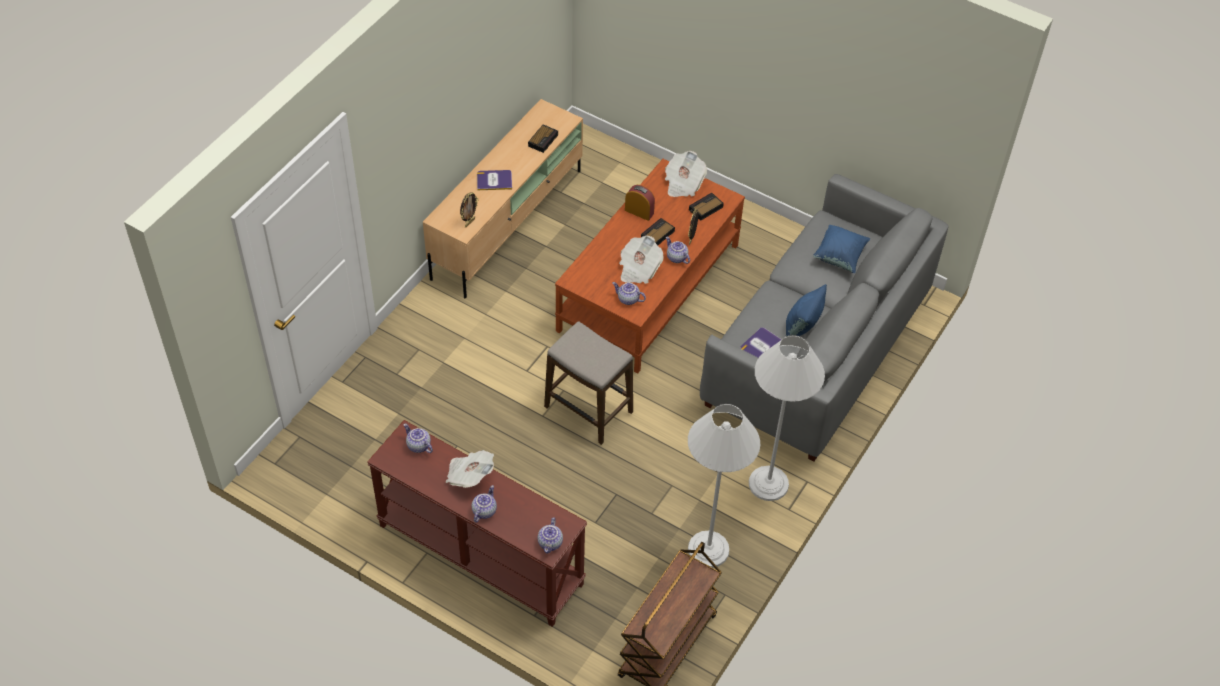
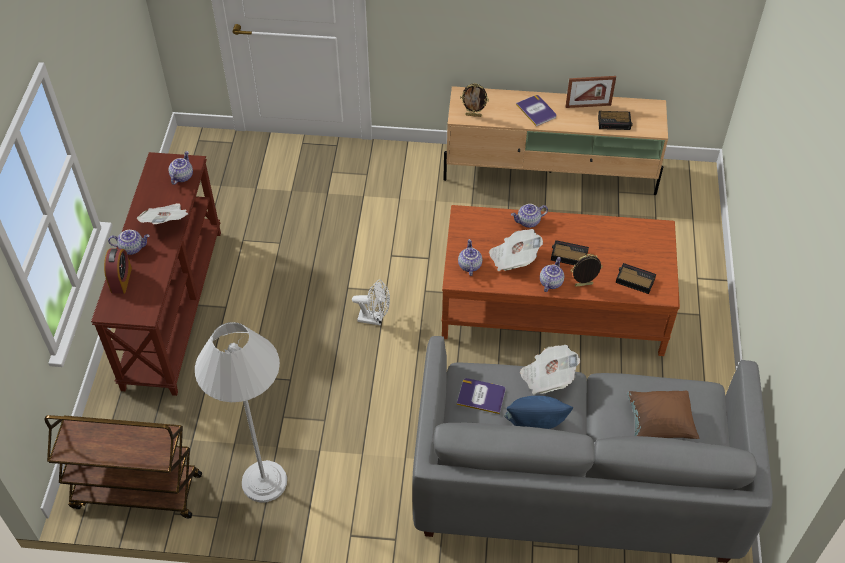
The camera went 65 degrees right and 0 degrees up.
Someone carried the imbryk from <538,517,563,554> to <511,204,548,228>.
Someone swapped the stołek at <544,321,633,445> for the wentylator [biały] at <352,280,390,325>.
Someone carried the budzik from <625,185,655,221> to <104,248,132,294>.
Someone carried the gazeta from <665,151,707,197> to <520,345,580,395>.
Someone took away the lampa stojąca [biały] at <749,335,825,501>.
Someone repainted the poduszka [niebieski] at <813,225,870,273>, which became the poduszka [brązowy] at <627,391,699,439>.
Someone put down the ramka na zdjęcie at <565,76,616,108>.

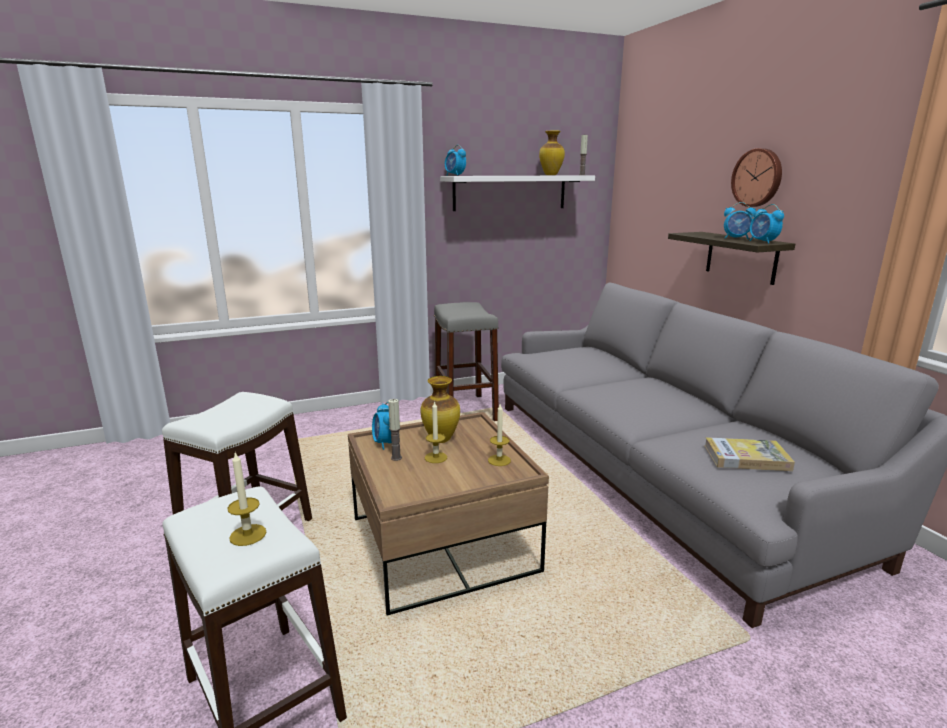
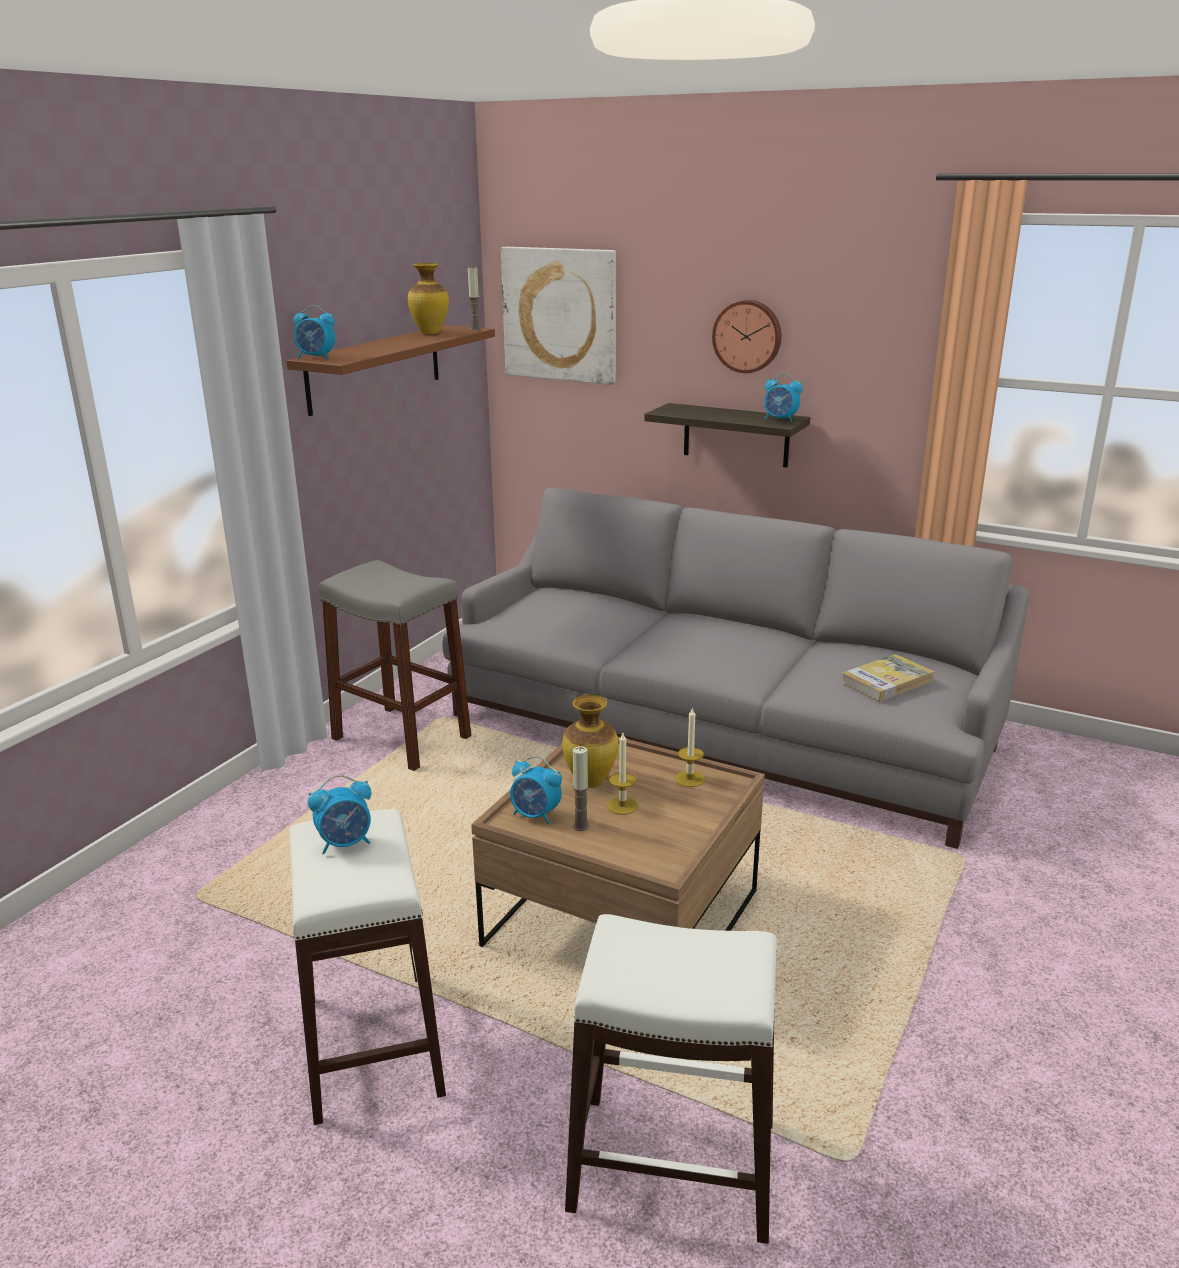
The camera went 40 degrees left and 5 degrees up.
Someone took away the świeca at <227,452,266,546>.
Someone repainted the półka [biały] at <440,175,595,211>, which became the półka [brązowy] at <286,325,495,416>.
Someone carried the budzik from <724,202,756,239> to <308,775,371,854>.
Someone put up the obraz at <501,247,616,385>.

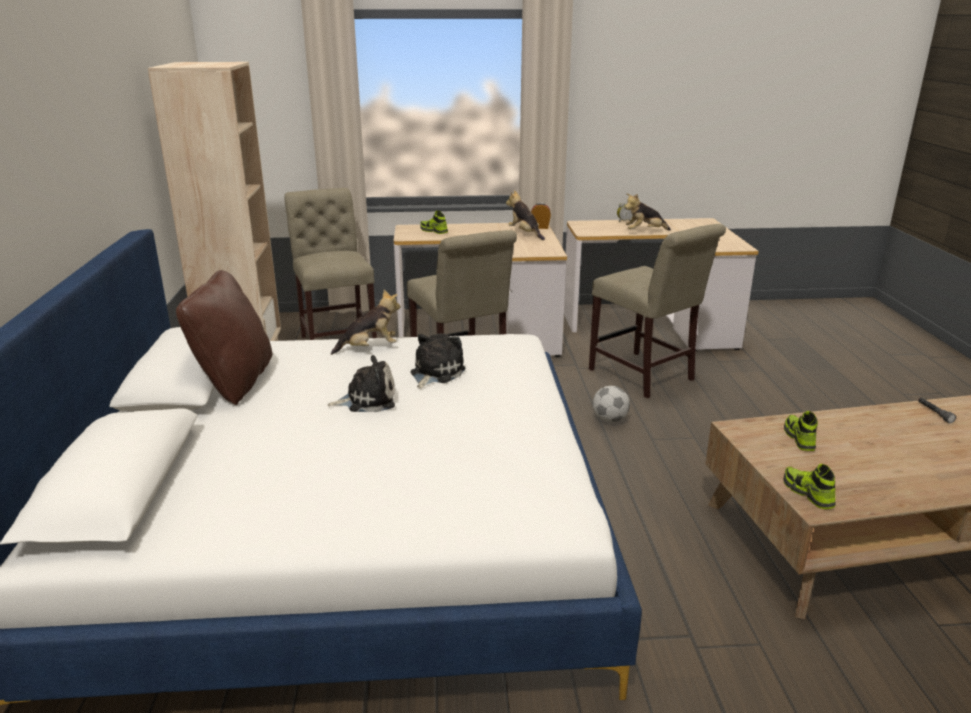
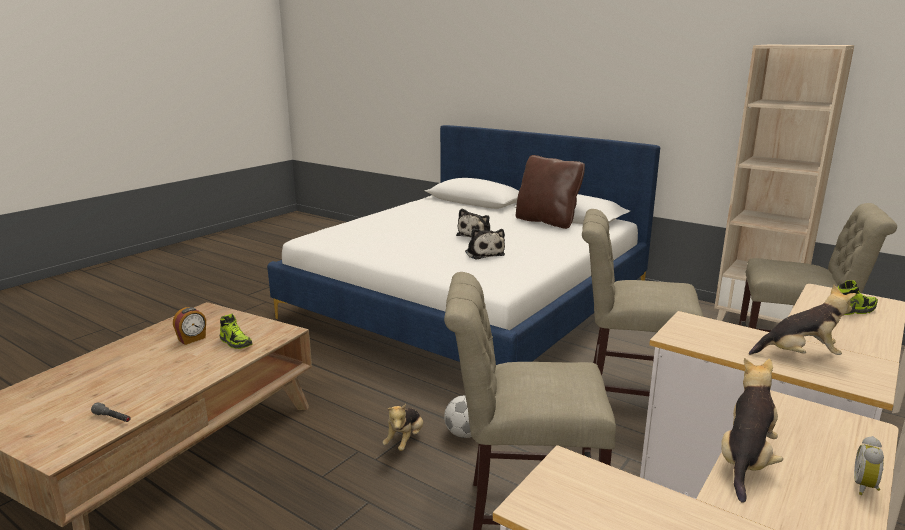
The camera went 130 degrees right and 5 degrees down.
Someone carried the pluszak from <331,290,400,355> to <383,404,423,451>.
Someone carried the budzik from <531,202,551,229> to <173,307,206,345>.
Someone took away the but at <783,464,836,509>.

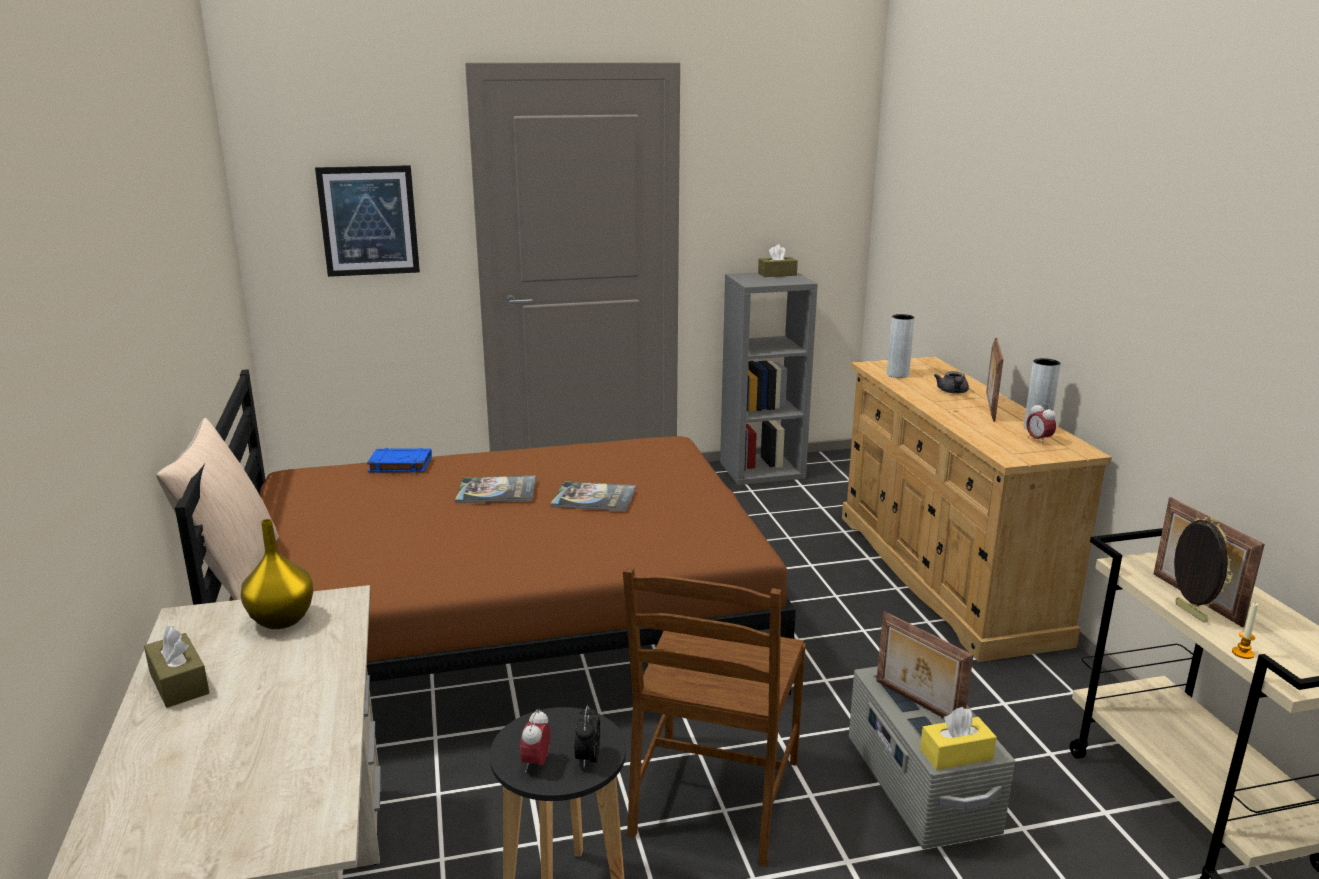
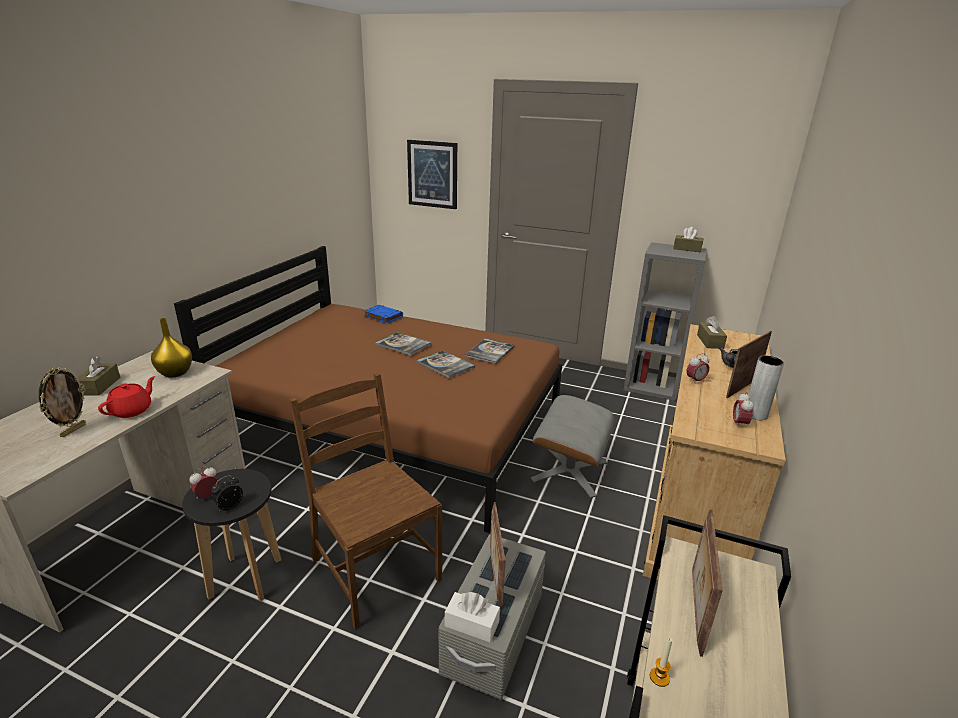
The camera went 35 degrees right and 5 degrees up.
Someone took away the poduszka [beżowy] at <156,418,279,600>.
Someone rotated the krzesło [brązowy] at <623,567,806,867> by 90 degrees clockwise.
Someone swapped the wazon [szary] at <887,314,915,378> for the pudełko chusteczek [brązowy] at <697,316,727,349>.
Someone repainted the pudełko chusteczek [żółty] at <920,707,997,770>, which became the pudełko chusteczek [biały] at <445,592,500,642>.
Someone carried the ramka na zdjęcie from <1174,516,1233,623> to <39,367,86,437>.
Someone put down the imbryk [czerwony] at <98,376,155,418>.
Someone put down the książka at <465,338,515,364>.
Someone put down the pufa [szary] at <531,395,614,498>.
Someone put down the budzik at <686,353,709,384>.

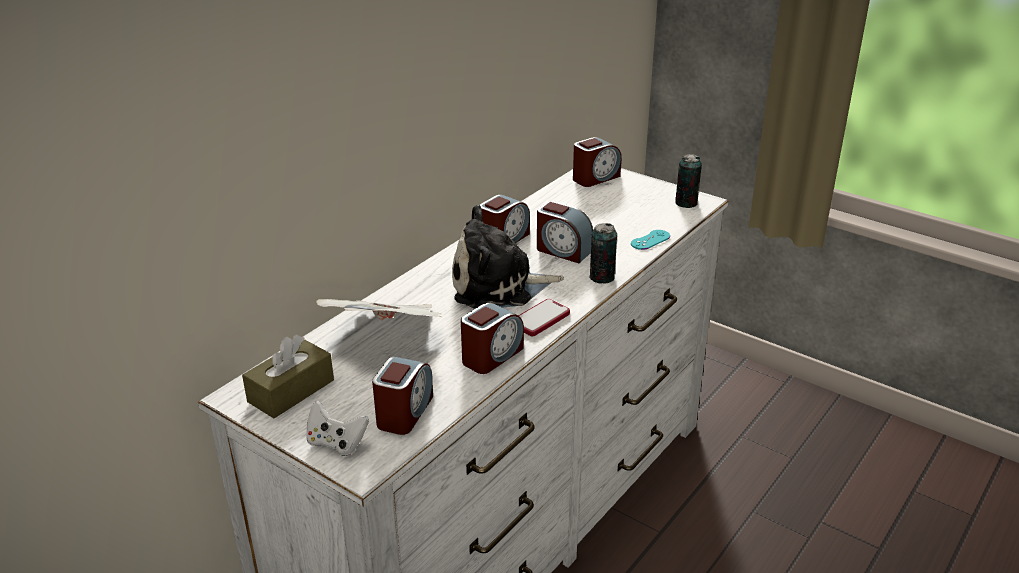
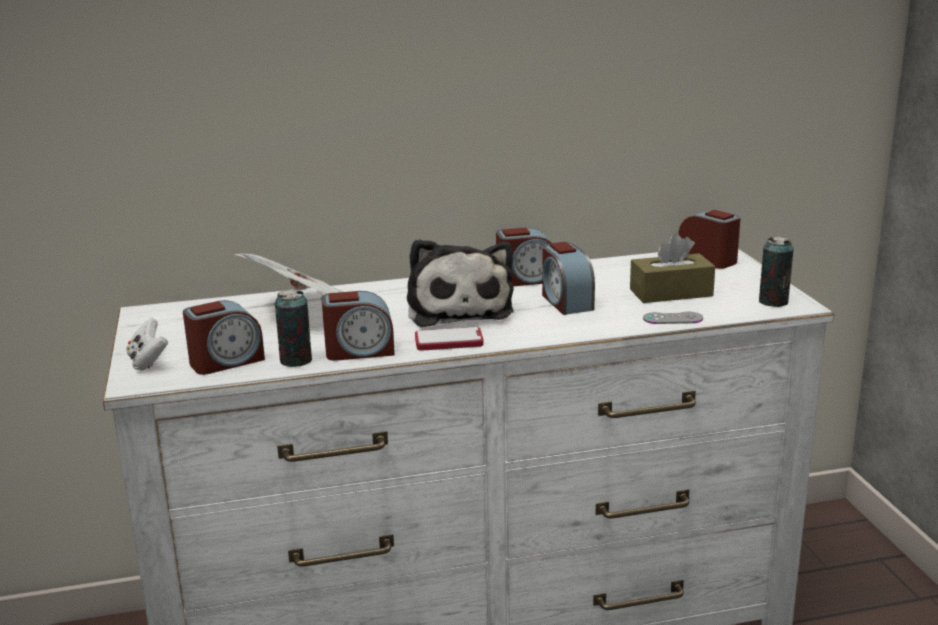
The camera went 40 degrees right and 10 degrees down.
Someone carried the pudełko chusteczek [brązowy] from <242,335,334,418> to <630,233,715,303>.
Someone rotated the pluszak at <452,205,564,309> by 135 degrees counterclockwise.
Someone rotated the budzik at <573,137,621,187> by 135 degrees counterclockwise.
Someone carried the puszka from <590,223,617,284> to <274,289,312,367>.
Someone repainted the pad do gier [turkusowy] at <631,230,670,250>, which became the pad do gier [szary] at <643,312,703,324>.

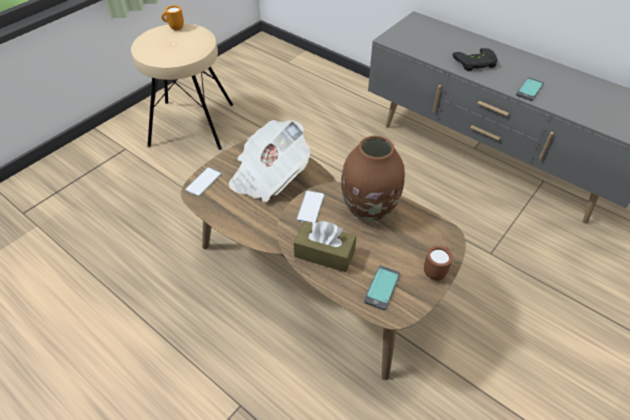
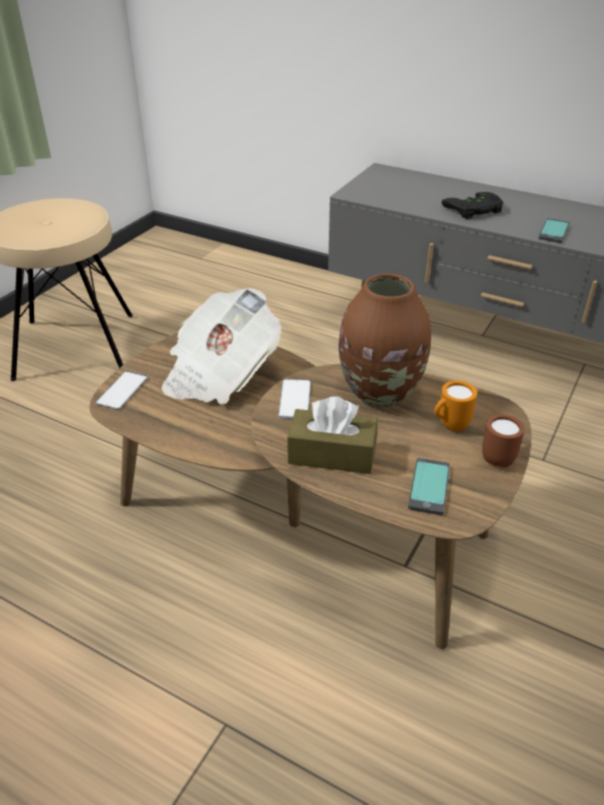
The camera went 10 degrees left and 10 degrees down.
Someone carried the kubek [pomarańczowy] from <161,5,184,31> to <434,381,477,432>.

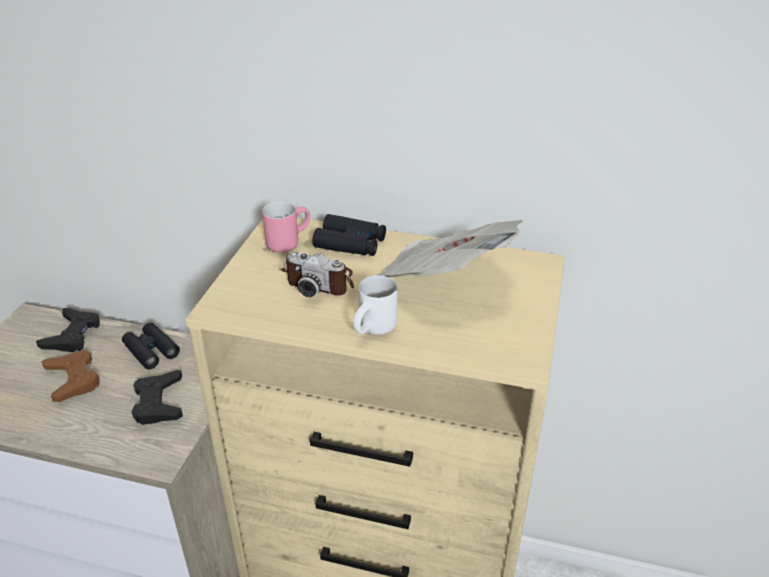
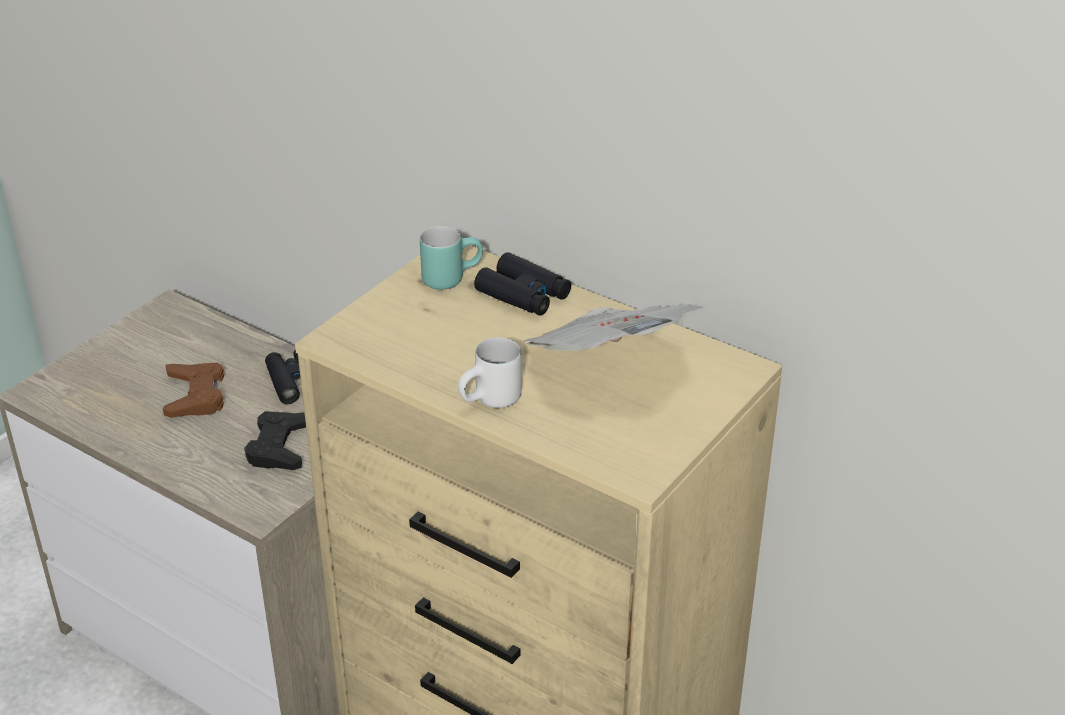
The camera went 20 degrees right and 0 degrees up.
Someone took away the pad do gier [czarny] at <36,308,100,352>.
Someone repainted the kubek [różowy] at <262,202,310,253>, which became the kubek [turkusowy] at <420,226,483,290>.
Someone took away the aparat fotograficzny at <281,251,354,297>.

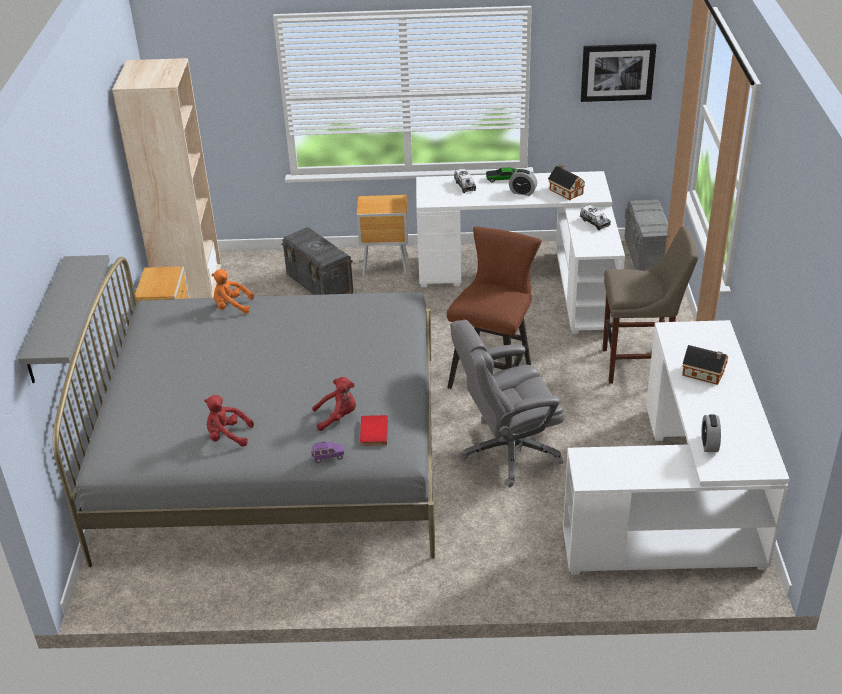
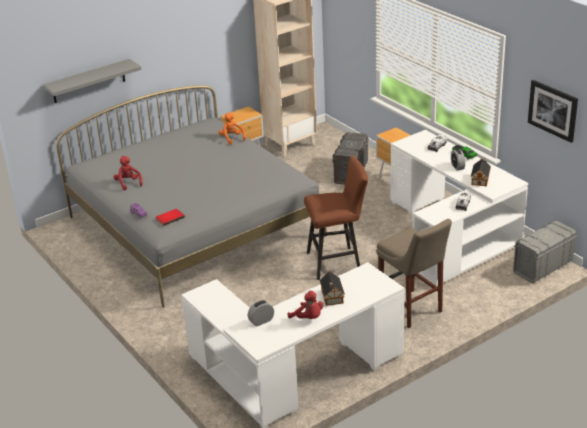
The camera went 55 degrees right and 5 degrees down.
Someone carried the pluszak [czerwony] from <312,377,356,431> to <287,290,323,319>.
Someone took away the krzesło biurowe [szary] at <450,319,565,487>.

